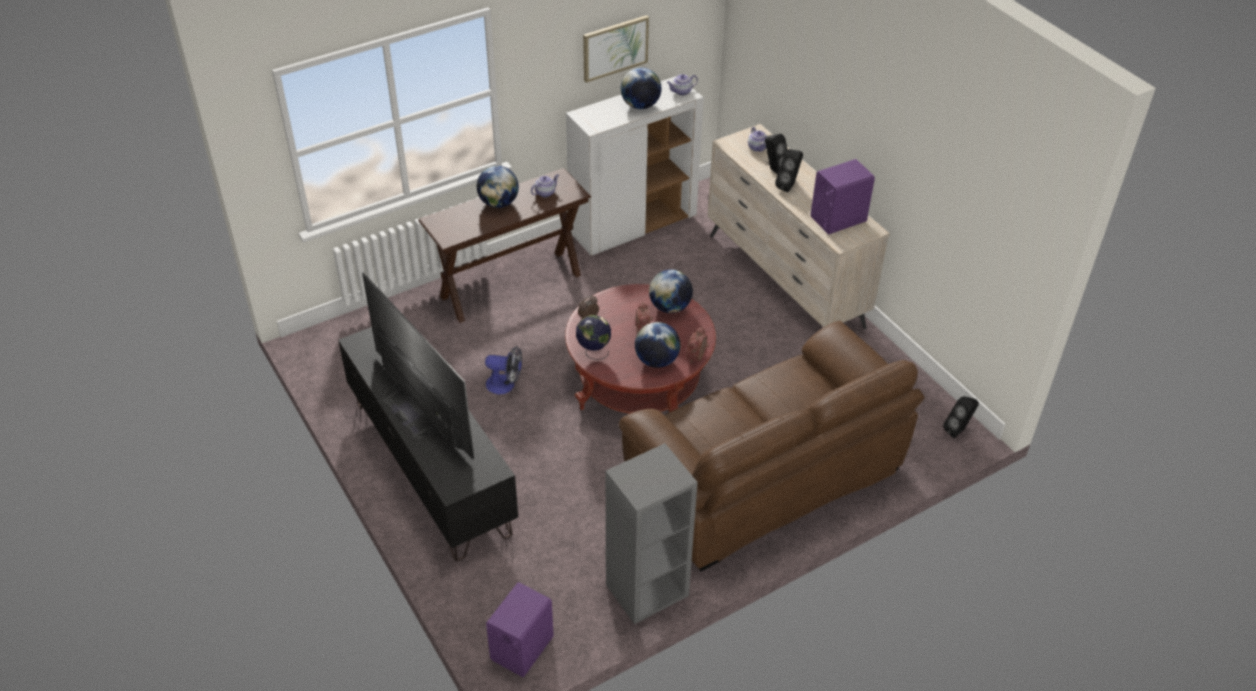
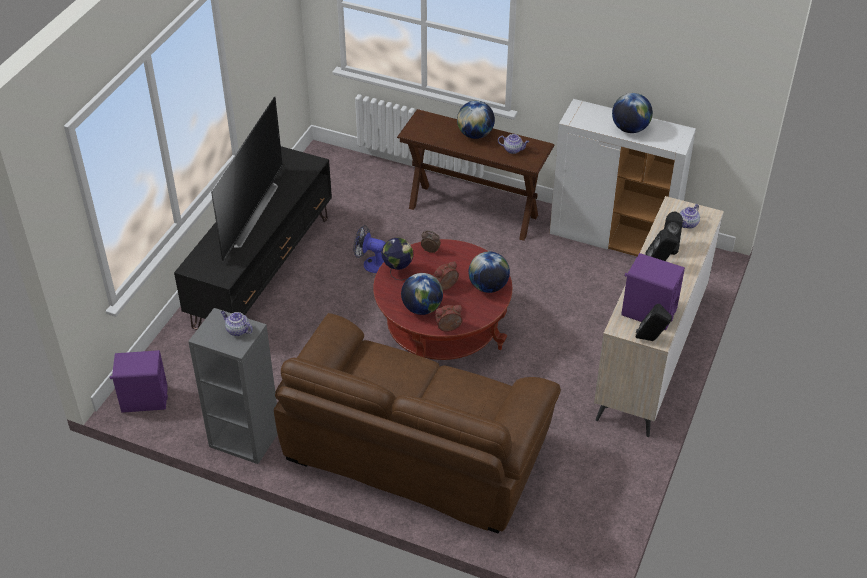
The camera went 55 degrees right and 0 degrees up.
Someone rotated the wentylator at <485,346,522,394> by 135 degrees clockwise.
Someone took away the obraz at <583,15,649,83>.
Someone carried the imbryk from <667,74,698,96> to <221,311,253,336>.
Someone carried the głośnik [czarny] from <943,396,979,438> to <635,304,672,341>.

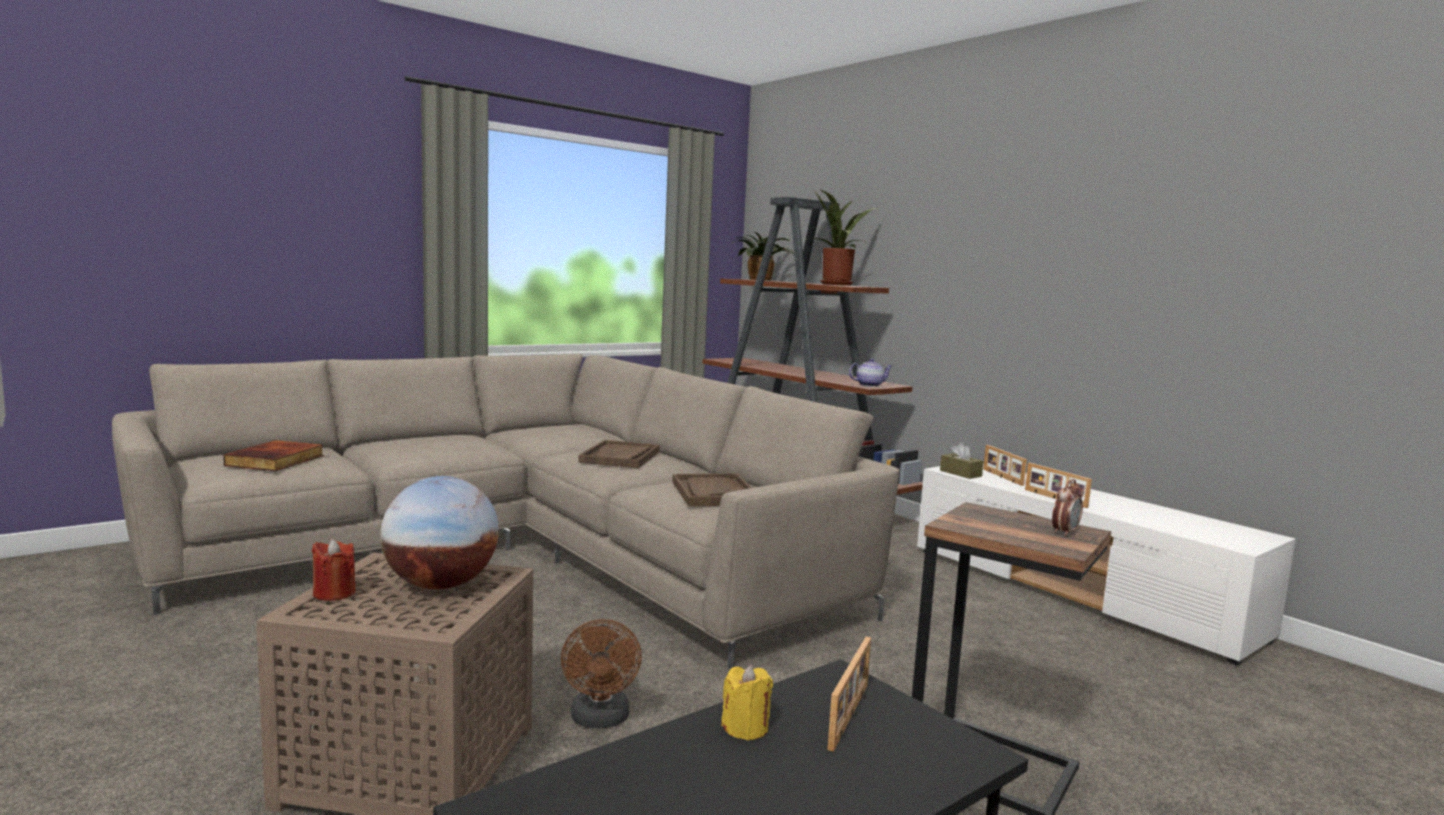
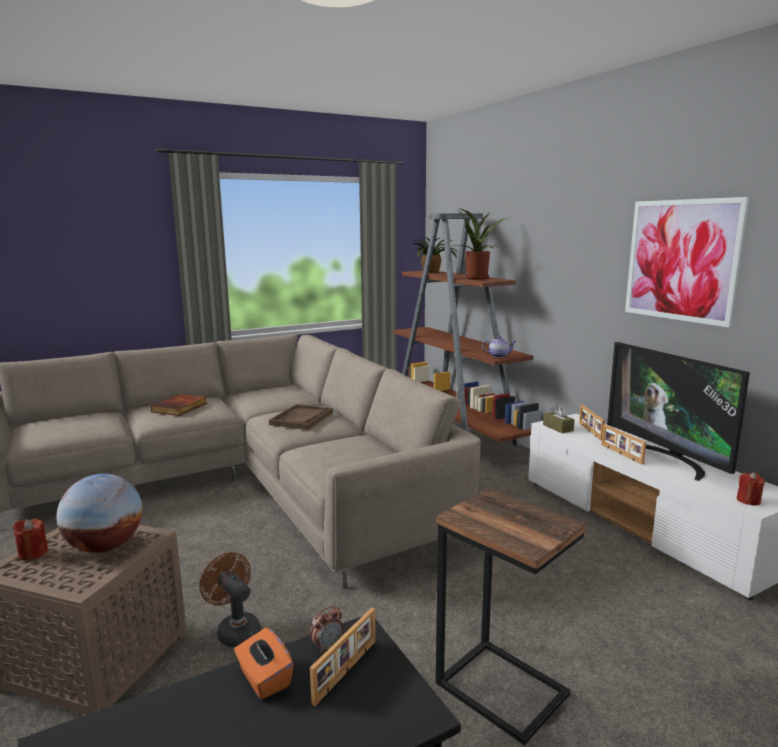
The camera went 10 degrees right and 5 degrees up.
Someone carried the książka from <223,440,324,471> to <150,394,208,416>.
Someone rotated the wentylator [brązowy] at <561,619,642,728> by 135 degrees clockwise.
Someone took away the taca [brązowy] at <672,473,752,506>.
Someone swapped the świeca [żółty] at <721,665,773,741> for the pudełko chusteczek [pomarańczowy] at <234,628,294,699>.
Someone carried the budzik from <1052,479,1083,537> to <310,606,344,654>.
Someone put down the telewizor at <607,342,750,481>.
Someone put up the obraz at <625,197,749,328>.
Someone put down the świeca [czerwony] at <737,472,765,506>.

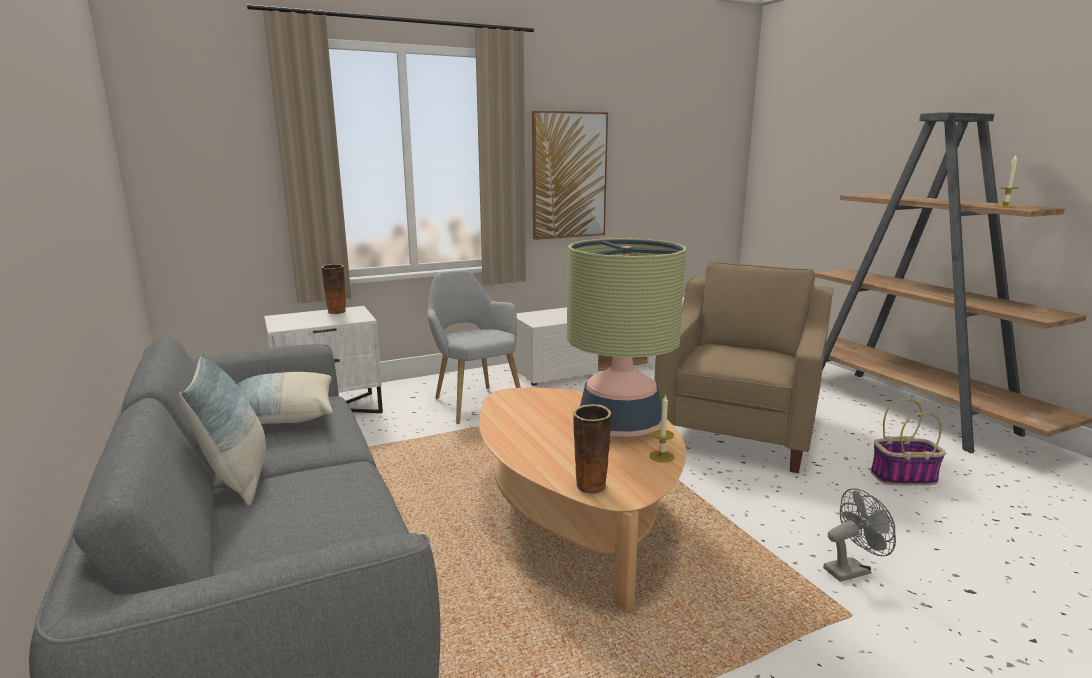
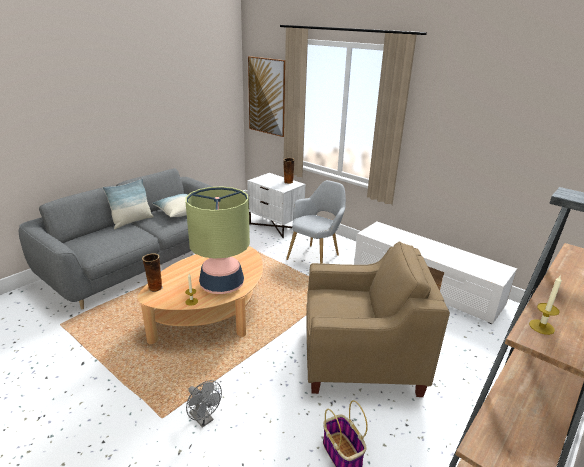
The camera went 65 degrees right and 10 degrees up.
Someone carried the obraz from <532,111,608,240> to <248,56,285,137>.

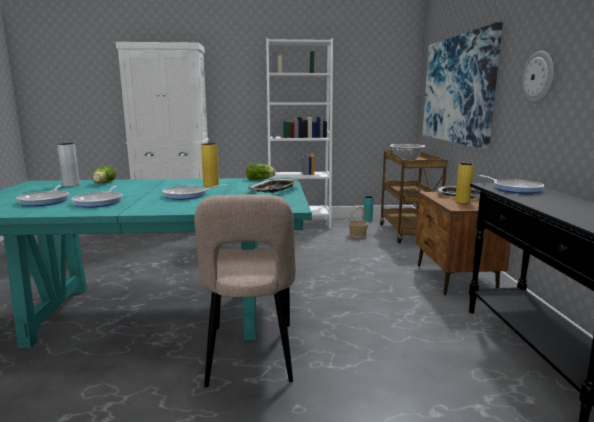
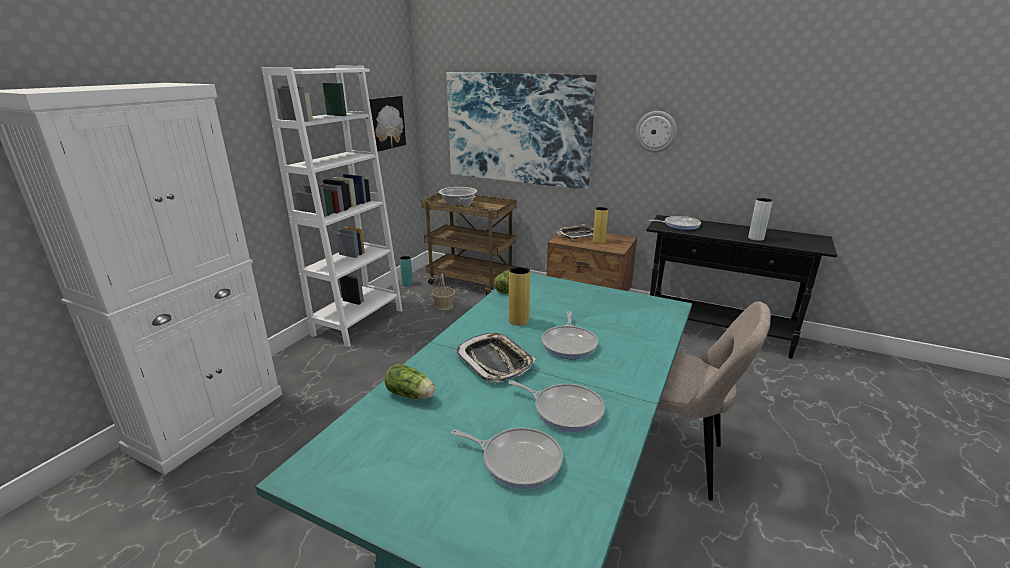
The camera went 60 degrees left and 10 degrees up.
Someone carried the wazon [szary] from <57,143,80,187> to <748,198,773,241>.
Someone carried the taca from <248,179,300,193> to <455,333,536,383>.
Someone put up the obraz at <369,96,406,152>.

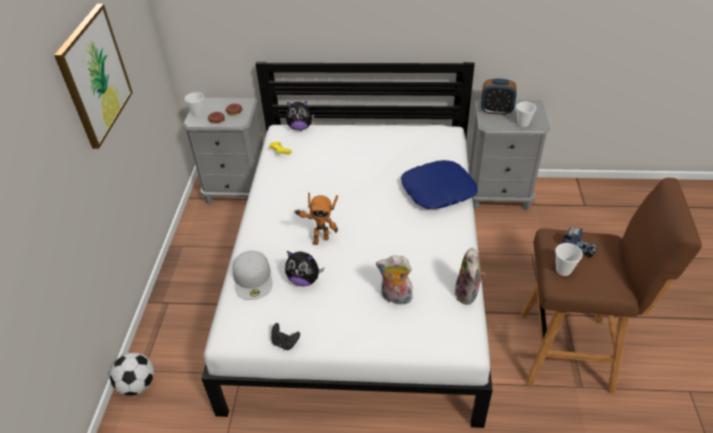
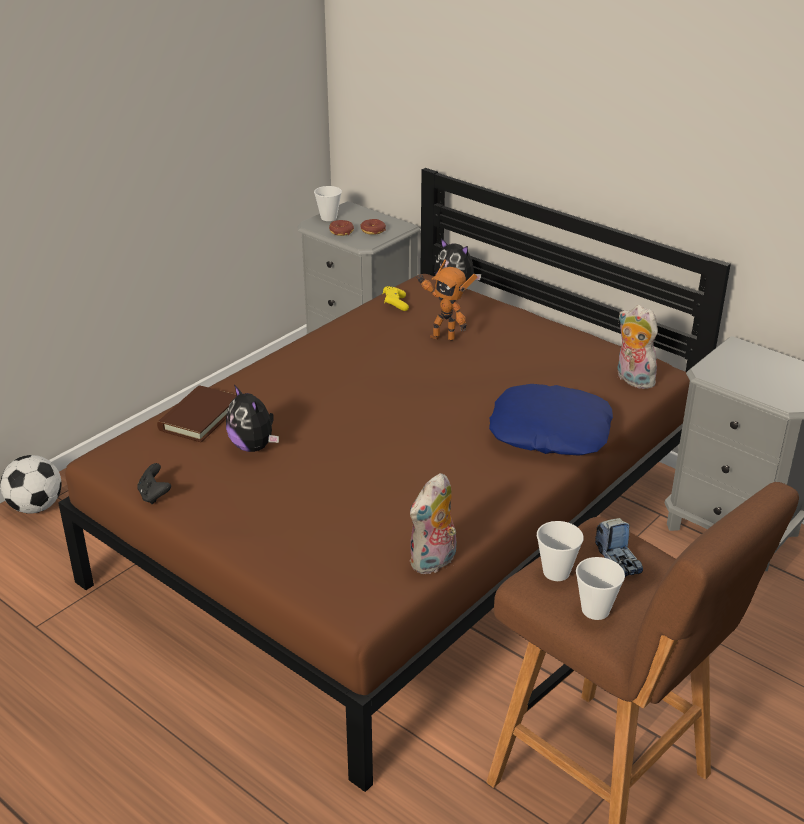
The camera went 35 degrees right and 10 degrees down.
Someone took away the obraz at <54,4,133,149>.
Someone repainted the łóżko [biały] at <202,62,493,428>, which became the łóżko [brązowy] at <58,168,731,792>.
Someone swapped the czapka z daszkiem [biały] at <233,251,273,300> for the książka [brązowy] at <157,385,237,442>.
Someone carried the robot zabawkowy from <294,192,338,245> to <416,260,477,341>.
Someone carried the pluszak from <376,256,413,305> to <618,305,659,389>.
Someone took away the budzik at <481,79,516,115>.
Someone carried the filiżanka from <516,102,536,127> to <576,557,625,620>.

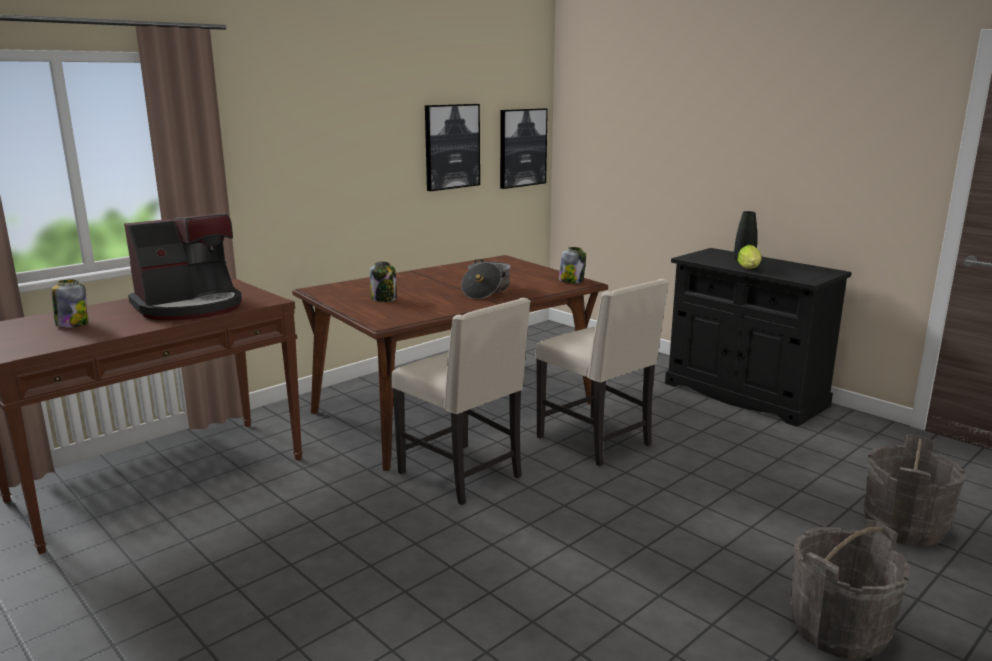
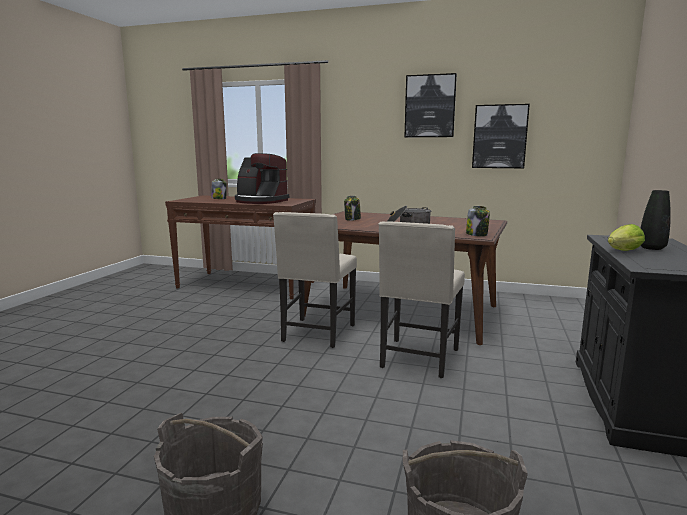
The camera went 60 degrees right and 5 degrees down.
Someone carried the obraz from <500,108,548,189> to <404,73,457,137>.

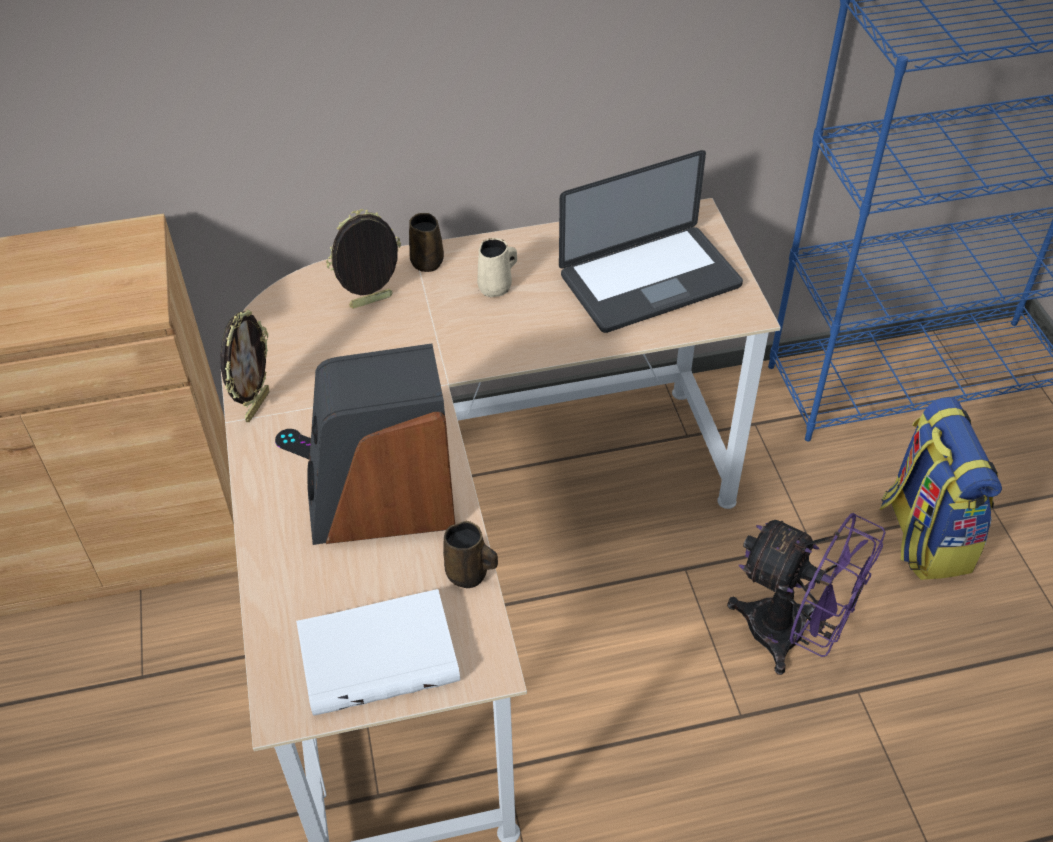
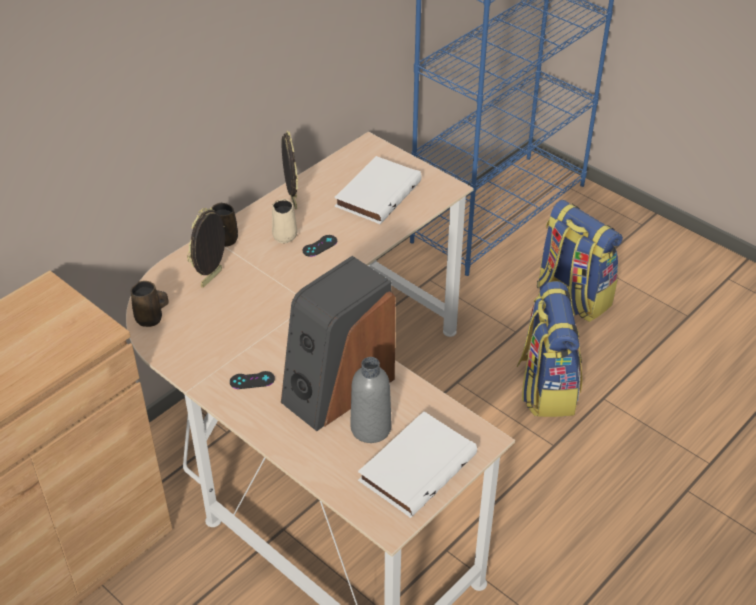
The camera went 35 degrees left and 5 degrees down.
Someone carried the ramka na zdjęcie from <220,309,269,422> to <281,131,298,209>.
Someone carried the kubek [brązowy] from <443,521,498,588> to <130,281,169,327>.
Someone swapped the laptop at <559,150,743,333> for the książka [biały] at <335,156,422,224>.
Someone swapped the wentylator [fioletowy] at <728,513,886,675> for the plecak at <517,281,582,417>.
Someone put down the pad do gier [czarny] at <303,235,337,257>.
Someone put down the butelka [szary] at <350,357,391,443>.

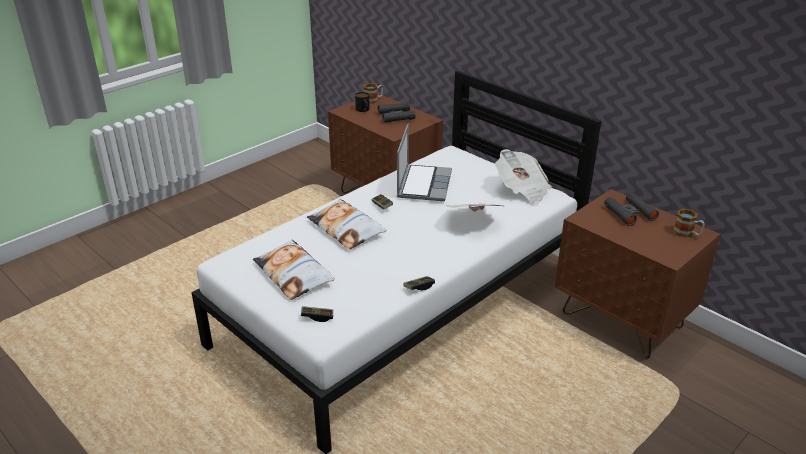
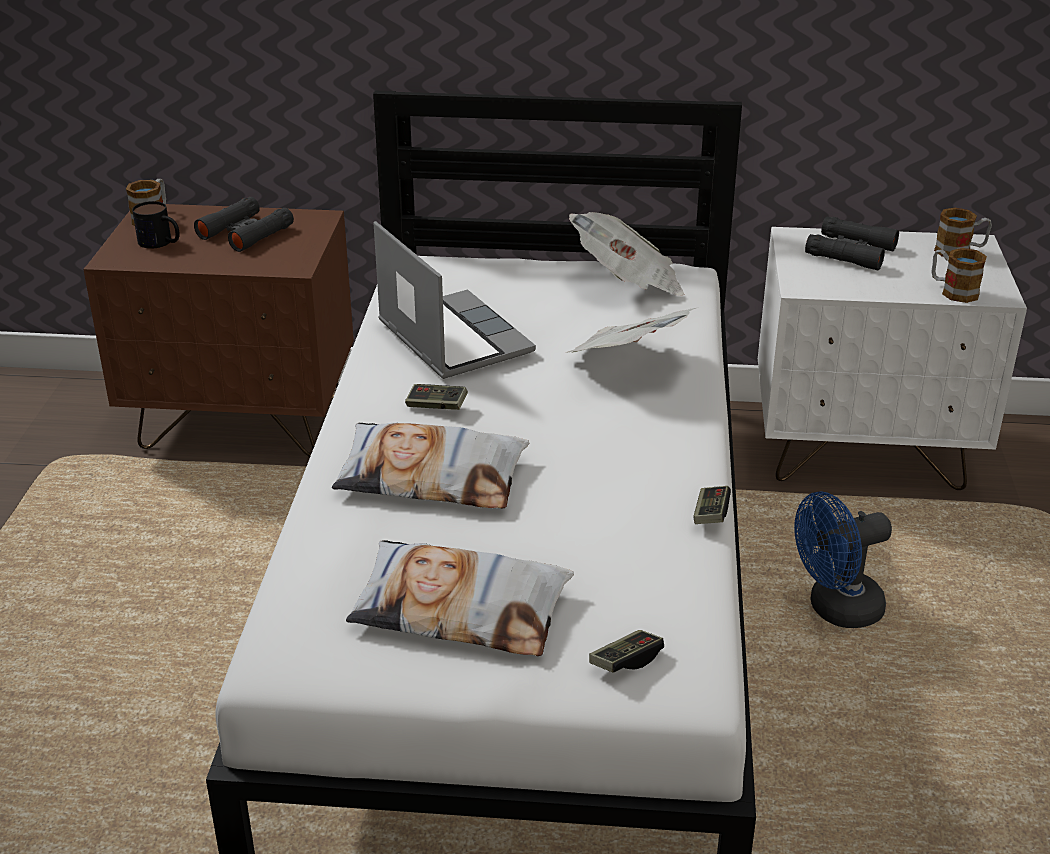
The camera went 40 degrees left and 0 degrees up.
Someone repainted the szafka nocna [brązowy] at <555,189,720,359>, which became the szafka nocna [biały] at <758,227,1027,490>.
Someone put down the wentylator [niebieski] at <794,492,892,628>.
Someone put down the kubek at <931,248,987,303>.

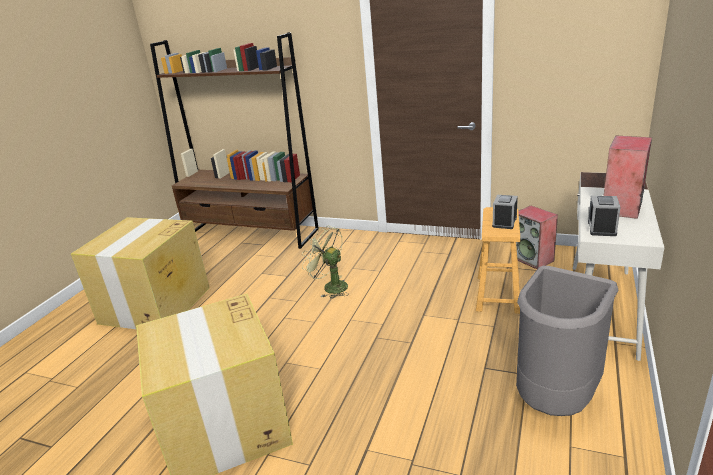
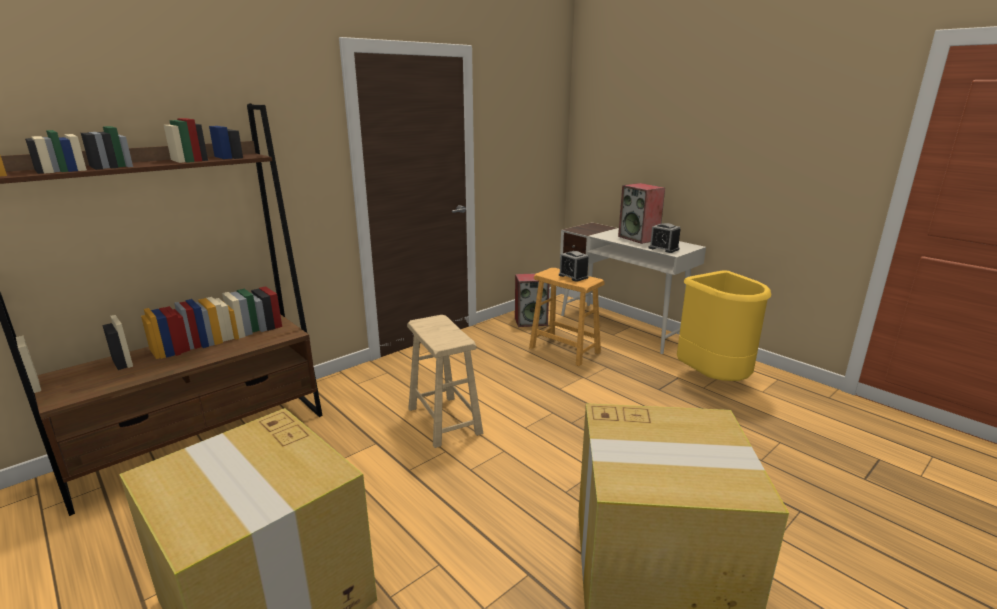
The camera went 65 degrees left and 5 degrees down.
Someone swapped the wentylator [zielony] at <302,225,349,299> for the stołek [beżowy] at <407,315,483,448>.
Someone repainted the kosz na śmieci [szary] at <516,266,618,416>, which became the kosz na śmieci [żółty] at <677,270,771,381>.

